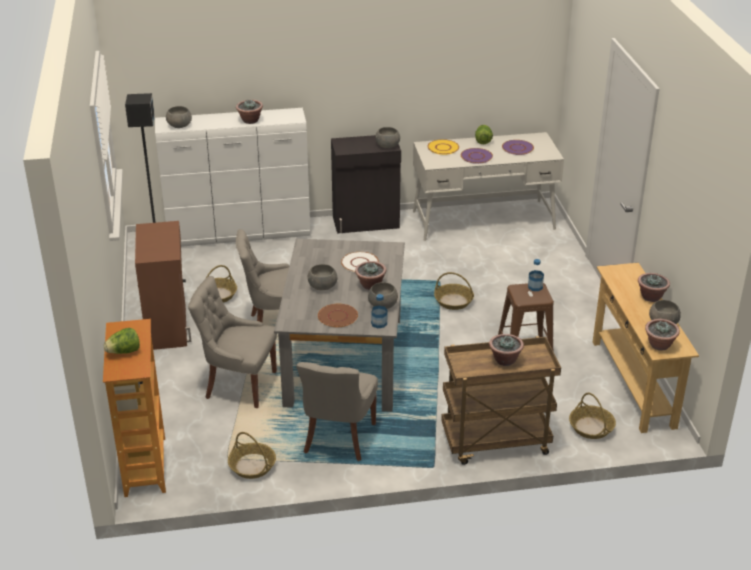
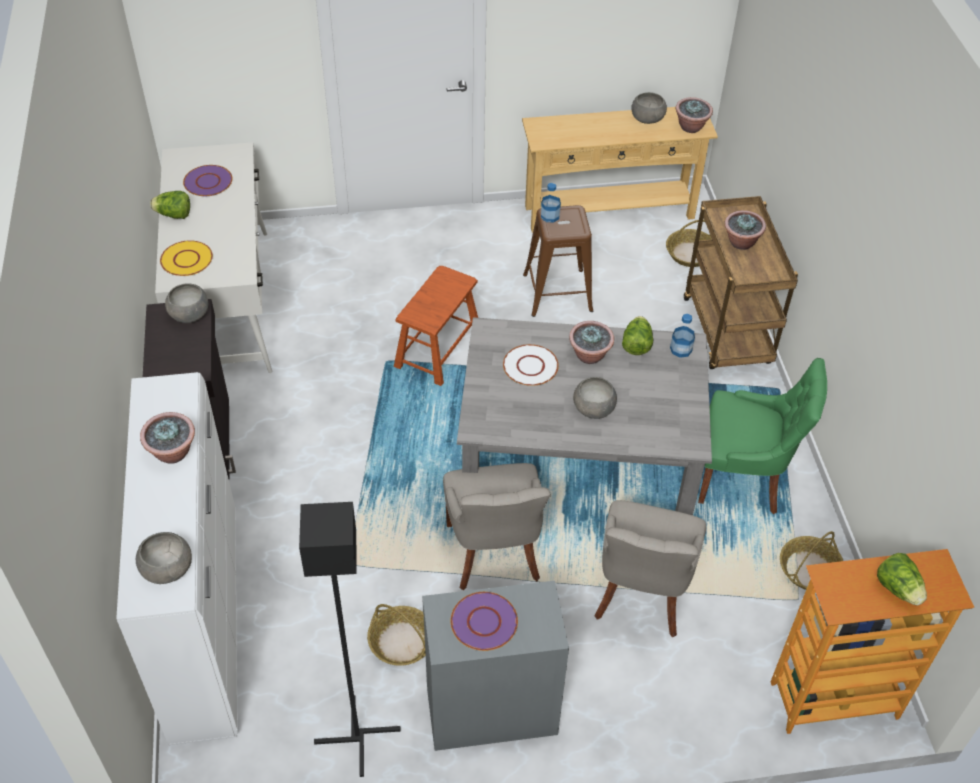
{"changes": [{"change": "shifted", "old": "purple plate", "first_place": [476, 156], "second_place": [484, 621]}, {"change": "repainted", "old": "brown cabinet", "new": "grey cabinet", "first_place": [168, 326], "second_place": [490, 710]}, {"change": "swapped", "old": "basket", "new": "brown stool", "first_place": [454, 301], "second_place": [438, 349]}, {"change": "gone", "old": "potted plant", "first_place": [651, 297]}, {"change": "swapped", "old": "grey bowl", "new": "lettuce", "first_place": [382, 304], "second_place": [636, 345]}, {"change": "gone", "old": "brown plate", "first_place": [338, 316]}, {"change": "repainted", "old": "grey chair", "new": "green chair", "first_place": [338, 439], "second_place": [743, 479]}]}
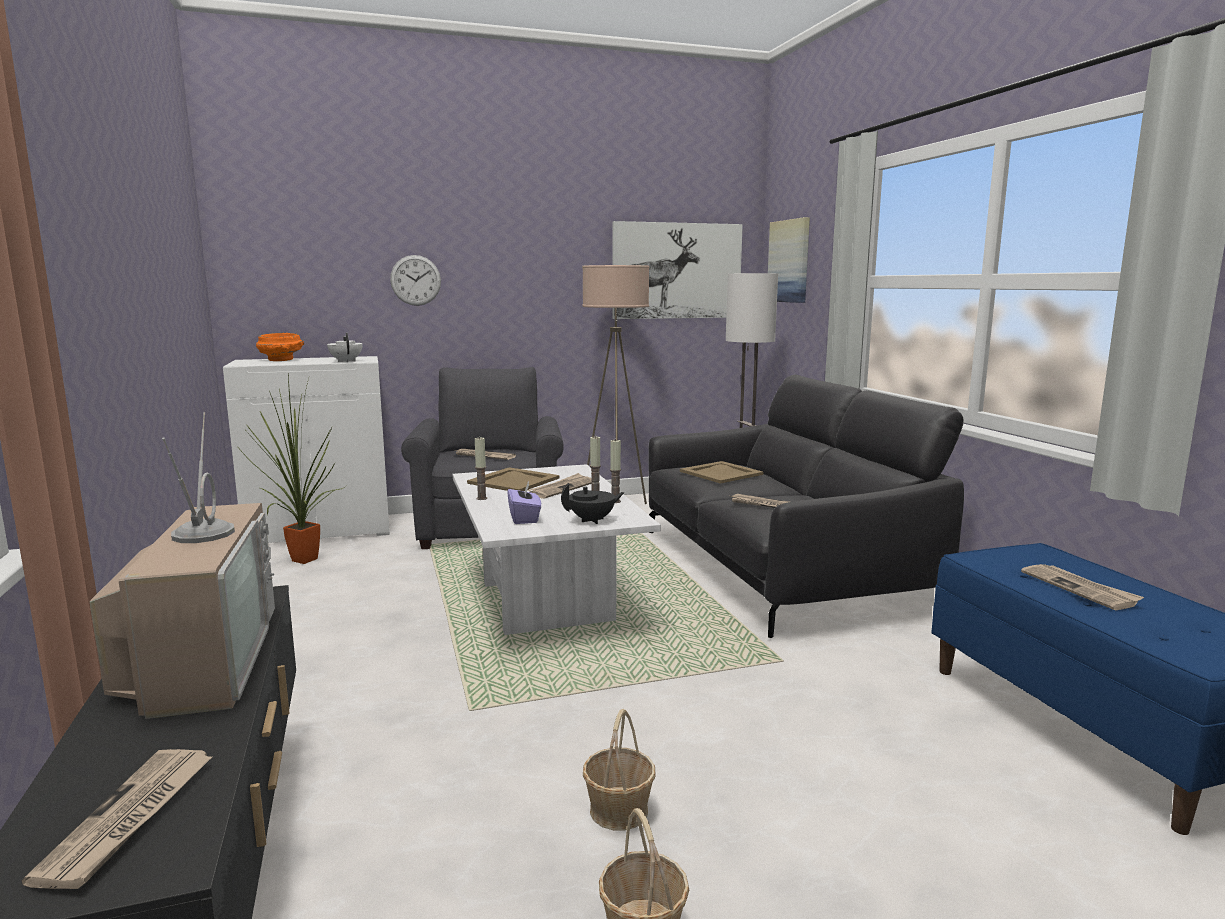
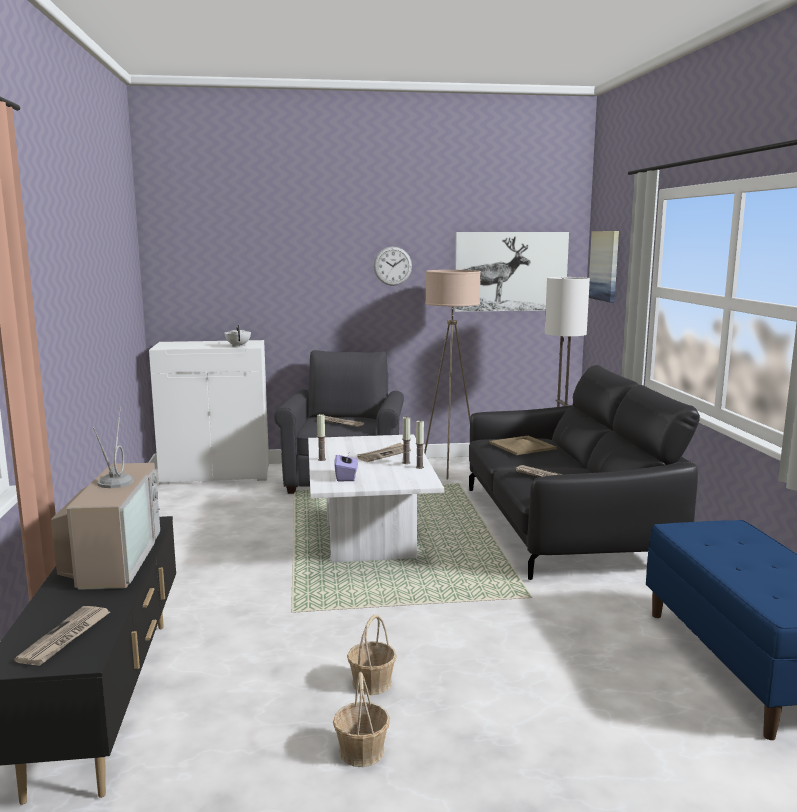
{"changes": [{"change": "shifted", "old": "wall clock", "first_place": [415, 280], "second_place": [392, 266]}, {"change": "gone", "old": "orange bowl", "first_place": [281, 360]}, {"change": "gone", "old": "potted plant", "first_place": [300, 561]}, {"change": "gone", "old": "beige tray", "first_place": [514, 481]}, {"change": "gone", "old": "black teapot", "first_place": [593, 520]}, {"change": "gone", "old": "newspaper", "first_place": [1080, 589]}]}
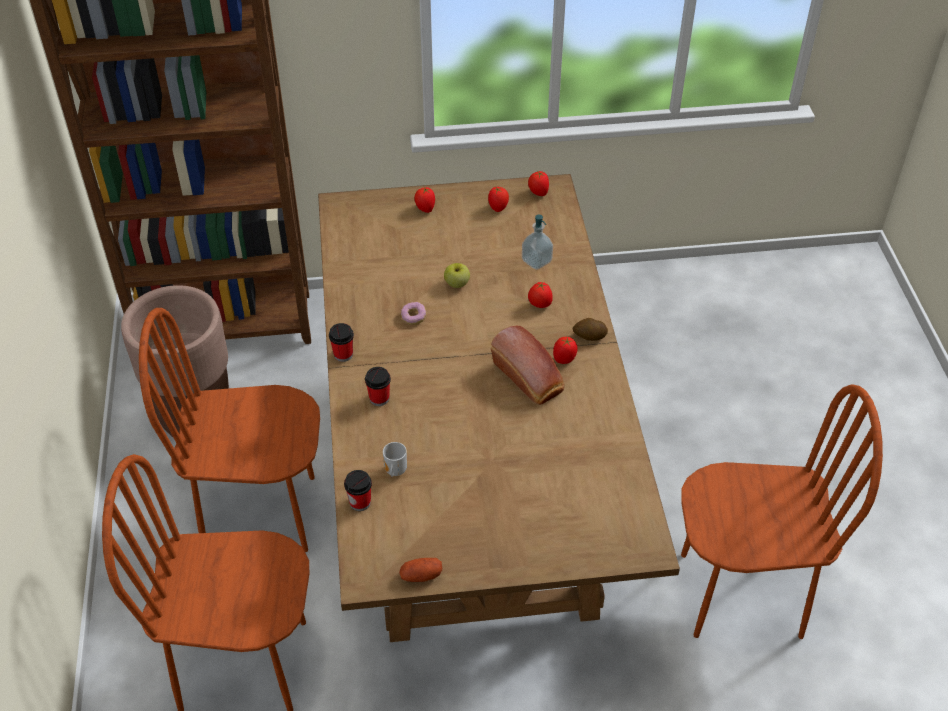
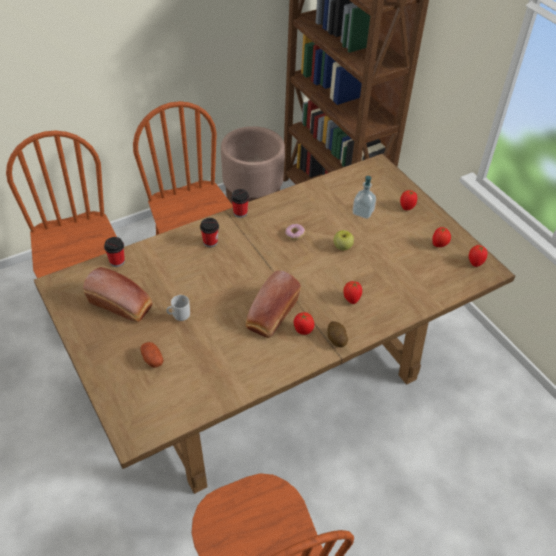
{"changes": [{"change": "shifted", "old": "soap dispenser", "first_place": [536, 261], "second_place": [363, 212]}, {"change": "shifted", "old": "mug", "first_place": [394, 471], "second_place": [180, 316]}, {"change": "shifted", "old": "potato", "first_place": [421, 575], "second_place": [152, 359]}, {"change": "new", "new": "bread", "second_place": [122, 305]}]}
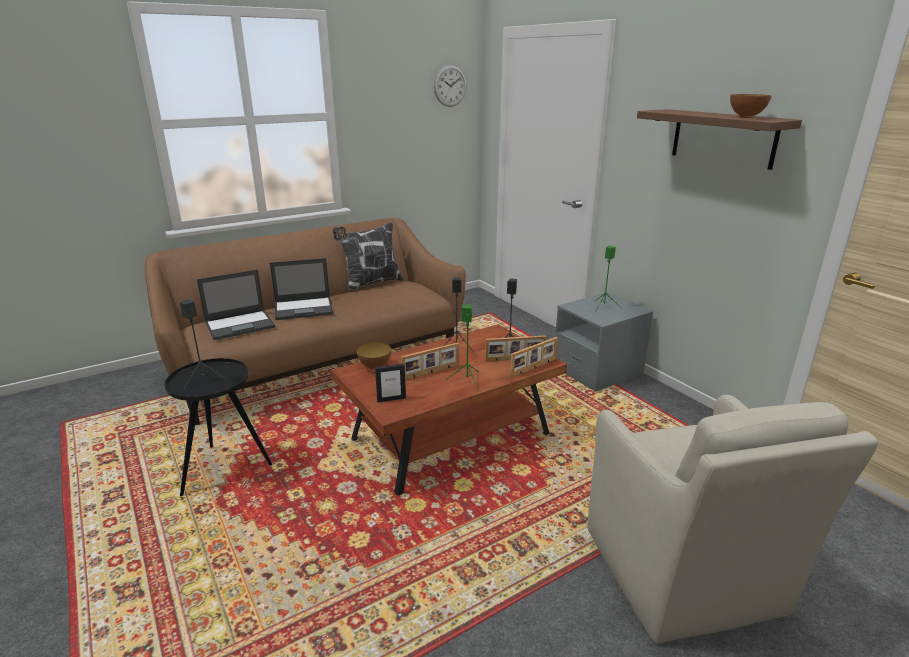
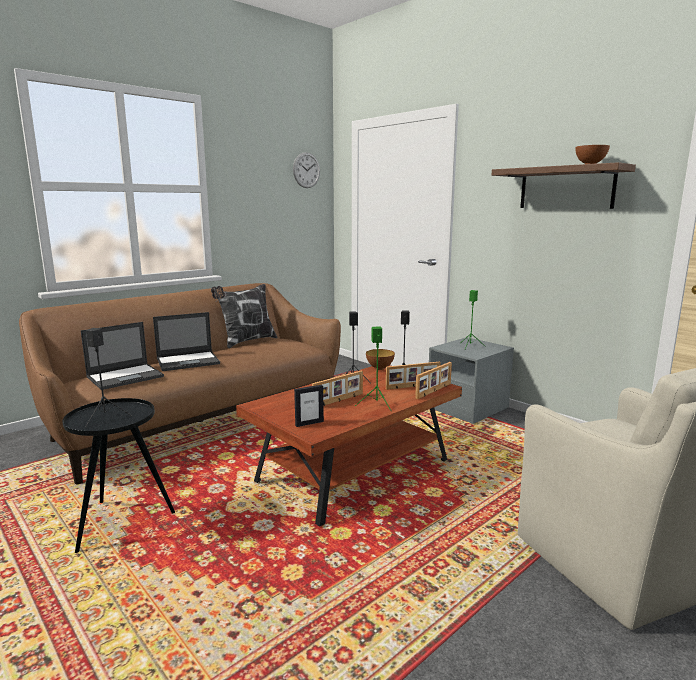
{"changes": [{"change": "shifted", "old": "bowl", "first_place": [375, 367], "second_place": [380, 368]}]}
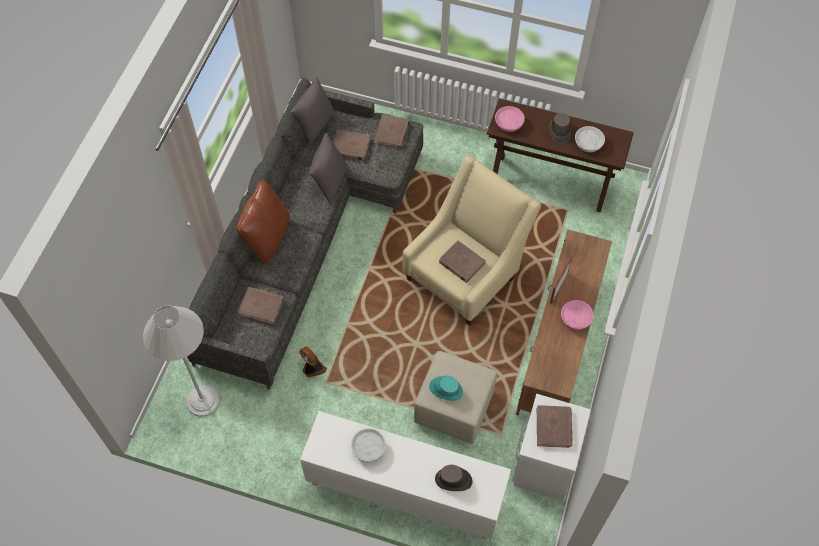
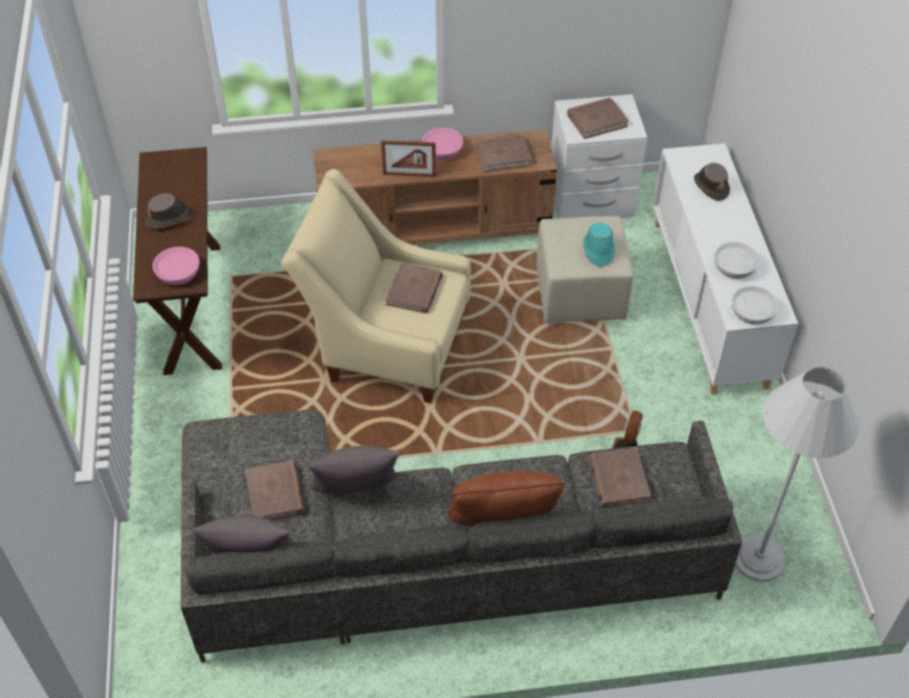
{"changes": [{"change": "shifted", "old": "brown book", "first_place": [392, 133], "second_place": [503, 155]}, {"change": "shifted", "old": "white bowl", "first_place": [588, 143], "second_place": [752, 312]}]}
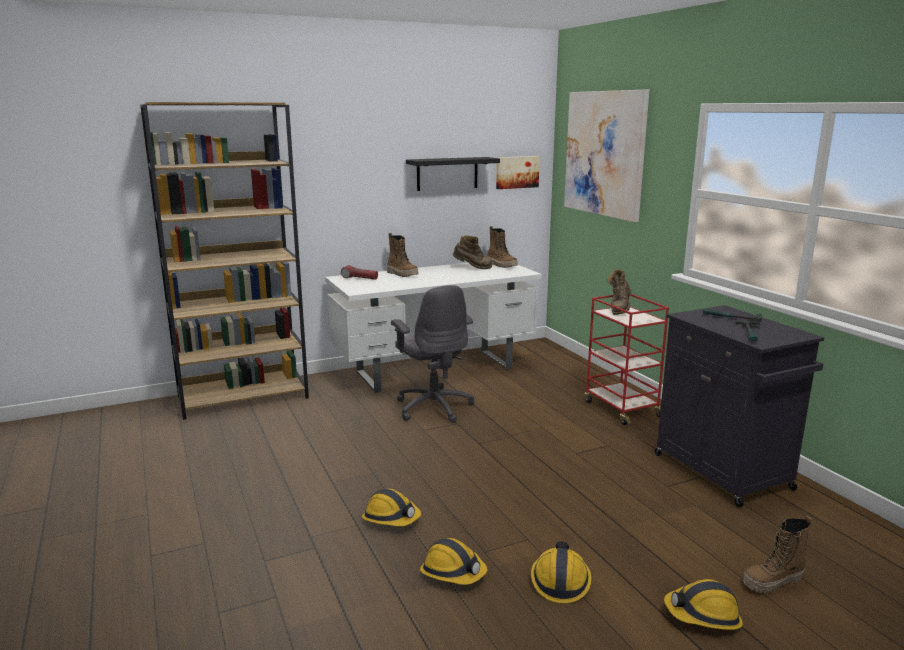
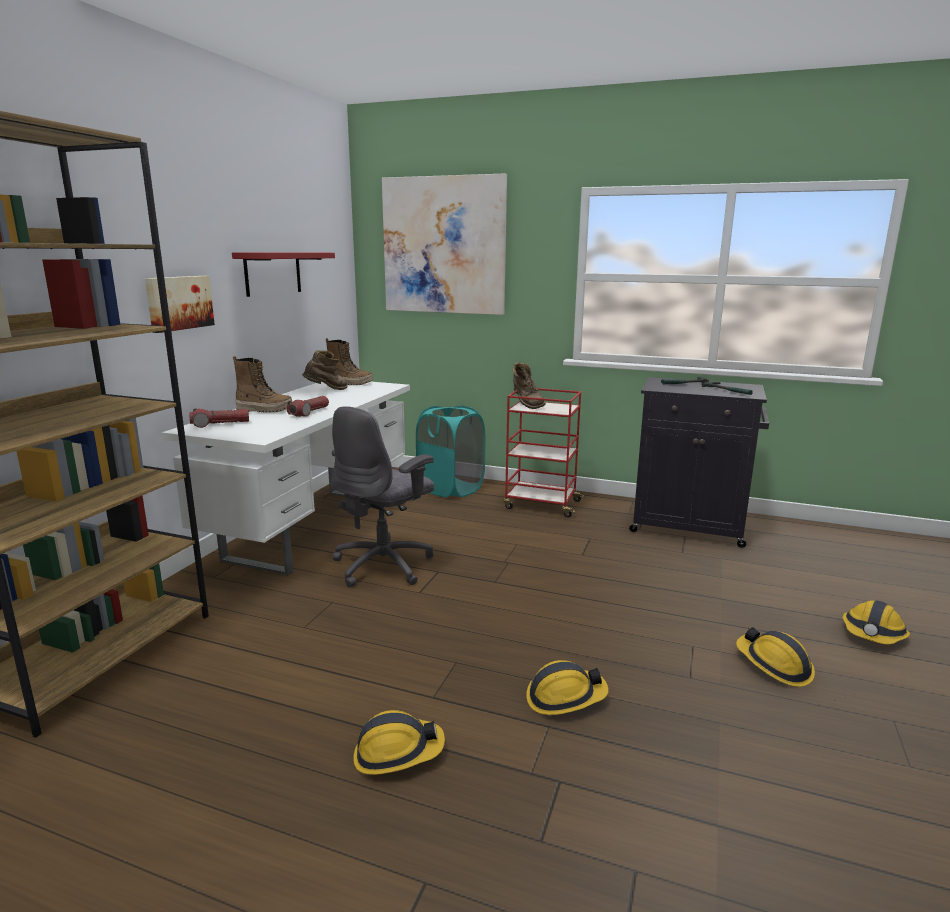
{"changes": [{"change": "shifted", "old": "picture", "first_place": [516, 172], "second_place": [179, 303]}, {"change": "repainted", "old": "black shelf", "new": "red shelf", "first_place": [447, 173], "second_place": [273, 273]}, {"change": "rotated", "old": "grey office chair", "first_place": [434, 407], "second_place": [384, 565], "degrees": 105}, {"change": "gone", "old": "boot", "first_place": [772, 582]}, {"change": "shifted", "old": "hard hat", "first_place": [453, 572], "second_place": [397, 753]}, {"change": "new", "new": "flashlight", "second_place": [309, 412]}, {"change": "new", "new": "turquoise laundry basket", "second_place": [451, 489]}]}
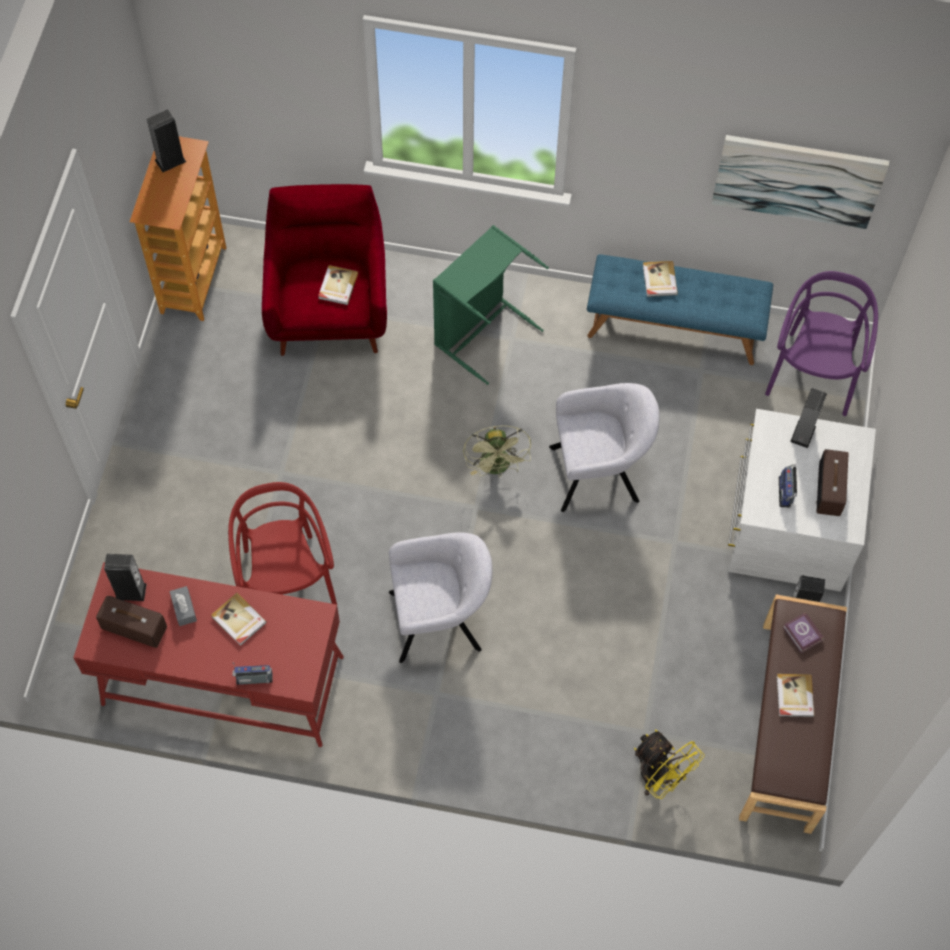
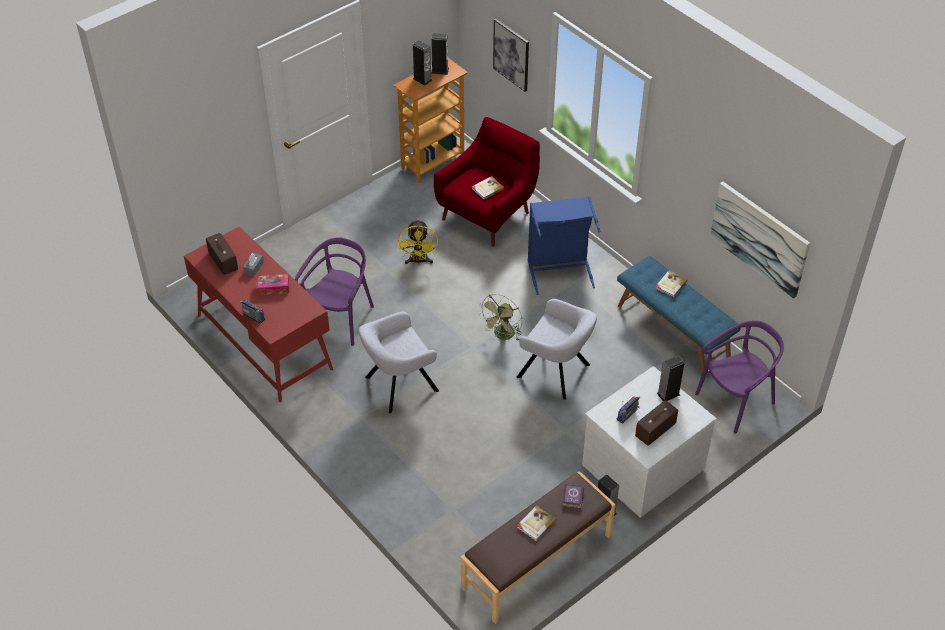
{"changes": [{"change": "repainted", "old": "green laundry basket", "new": "blue laundry basket", "first_place": [480, 331], "second_place": [559, 269]}, {"change": "repainted", "old": "red chair", "new": "purple chair", "first_place": [286, 581], "second_place": [340, 319]}, {"change": "rotated", "old": "grey armchair", "first_place": [439, 620], "second_place": [398, 385], "degrees": 120}, {"change": "shifted", "old": "speaker", "first_place": [130, 591], "second_place": [422, 79]}, {"change": "swapped", "old": "book", "new": "tissue box", "first_place": [238, 620], "second_place": [273, 288]}, {"change": "shifted", "old": "yellow fan", "first_place": [659, 777], "second_place": [418, 261]}, {"change": "new", "new": "picture", "second_place": [511, 54]}]}
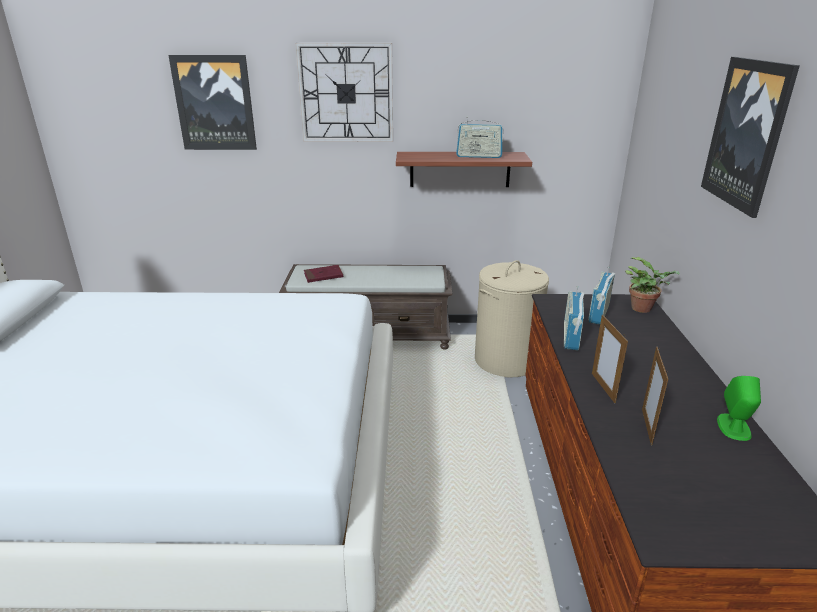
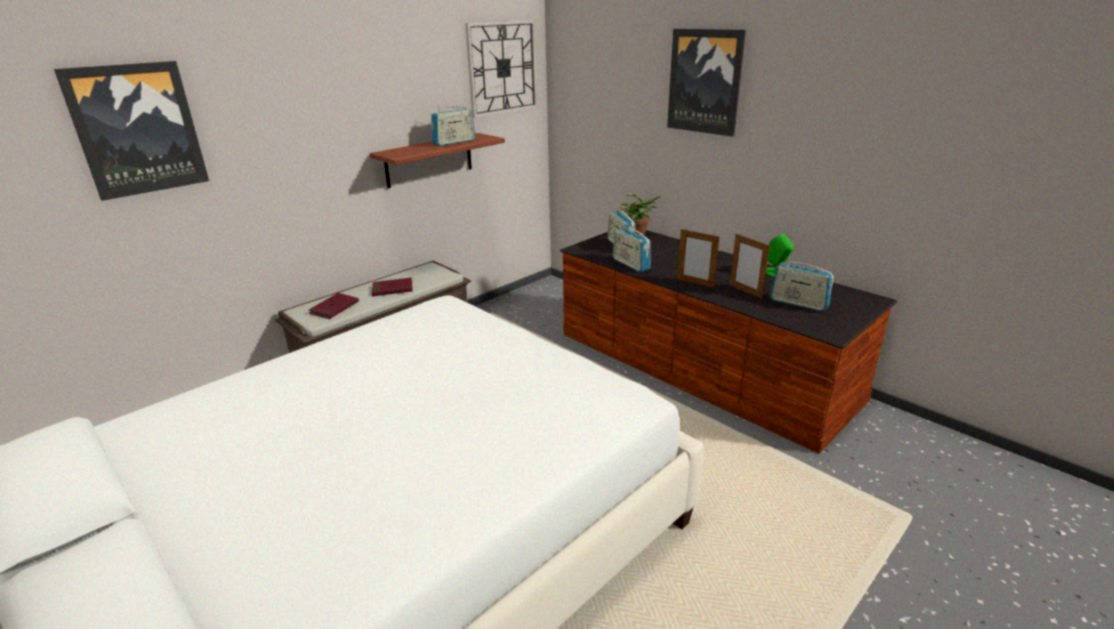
{"changes": [{"change": "shifted", "old": "wall clock", "first_place": [346, 93], "second_place": [502, 68]}, {"change": "gone", "old": "beige laundry basket", "first_place": [506, 360]}, {"change": "new", "new": "radio", "second_place": [798, 303]}, {"change": "new", "new": "red book", "second_place": [392, 289]}]}
